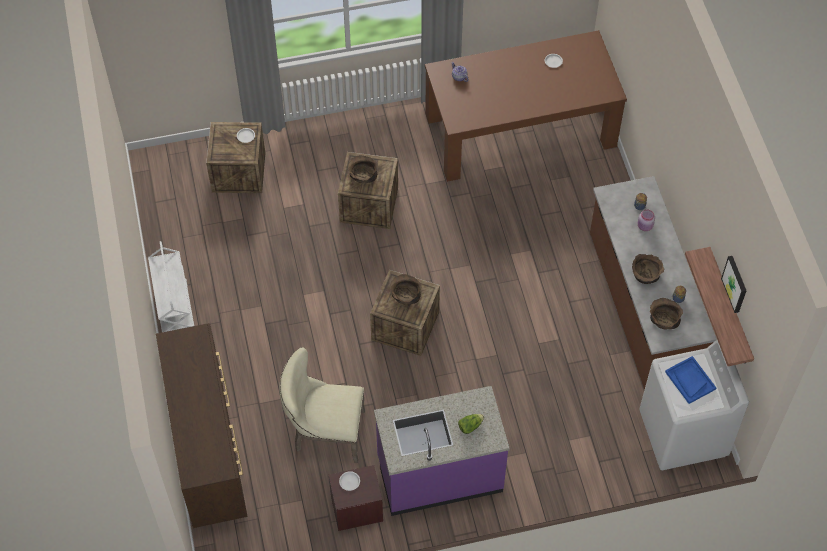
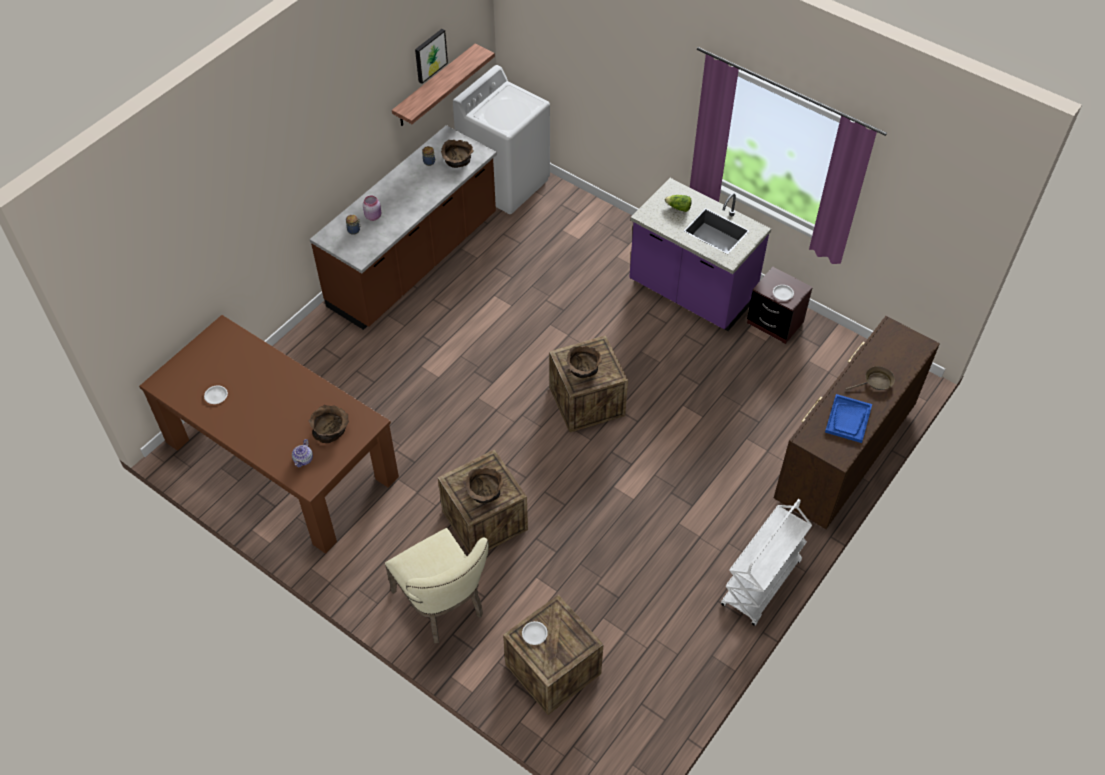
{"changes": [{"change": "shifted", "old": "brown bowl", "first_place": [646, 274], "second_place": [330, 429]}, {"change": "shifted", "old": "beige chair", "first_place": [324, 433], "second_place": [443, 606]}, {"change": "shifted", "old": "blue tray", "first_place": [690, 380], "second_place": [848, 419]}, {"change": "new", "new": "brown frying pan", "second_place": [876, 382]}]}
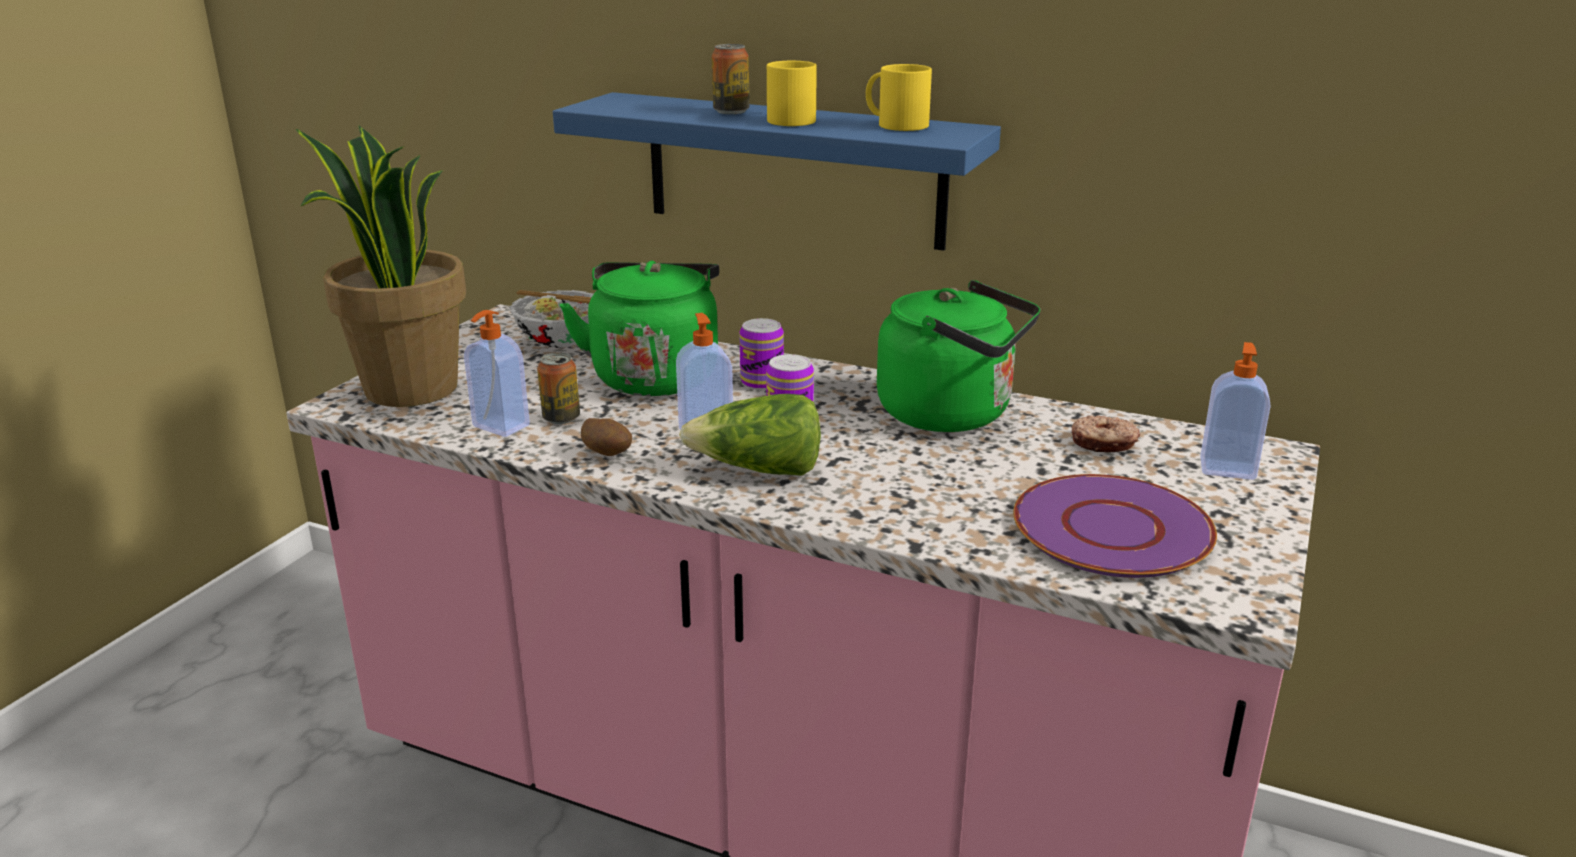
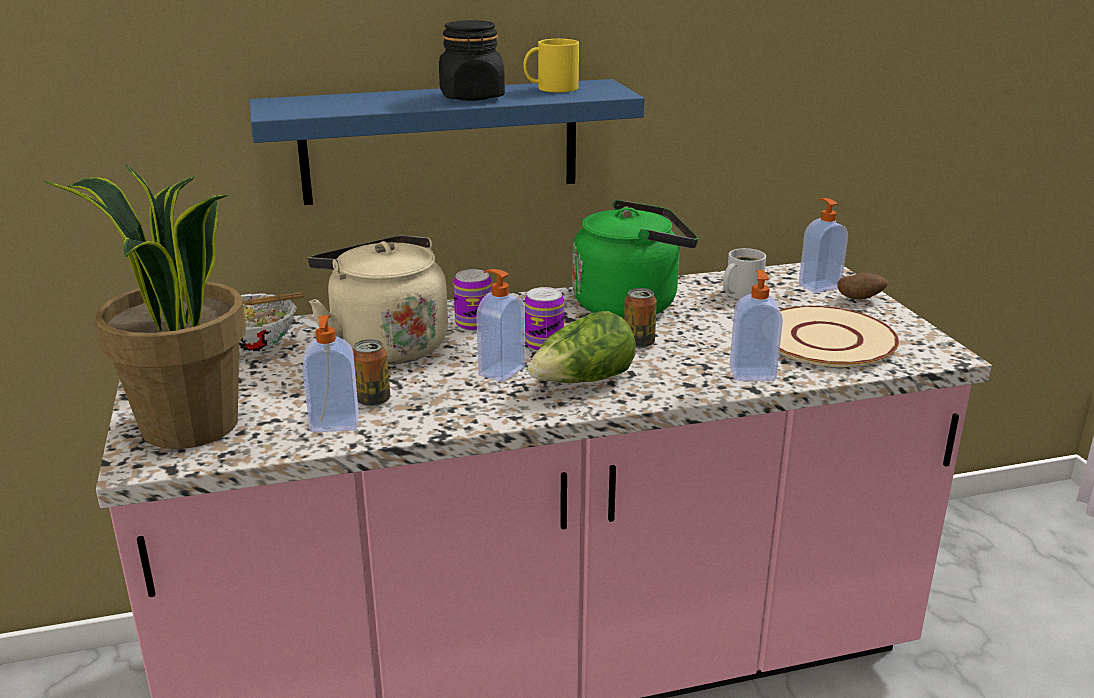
{"changes": [{"change": "shifted", "old": "can", "first_place": [731, 111], "second_place": [638, 343]}, {"change": "swapped", "old": "yellow mug", "new": "black jar", "first_place": [792, 120], "second_place": [472, 97]}, {"change": "repainted", "old": "green kettle", "new": "beige kettle", "first_place": [655, 375], "second_place": [385, 345]}, {"change": "swapped", "old": "donut", "new": "white mug", "first_place": [1103, 444], "second_place": [740, 293]}, {"change": "shifted", "old": "potato", "first_place": [607, 454], "second_place": [860, 299]}, {"change": "repainted", "old": "purple plate", "new": "beige plate", "first_place": [1112, 529], "second_place": [827, 339]}, {"change": "new", "new": "soap dispenser", "second_place": [752, 373]}]}
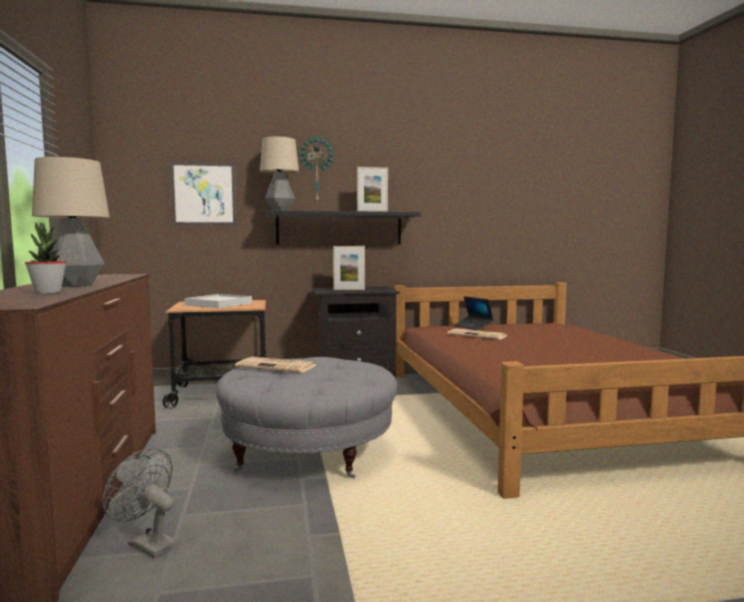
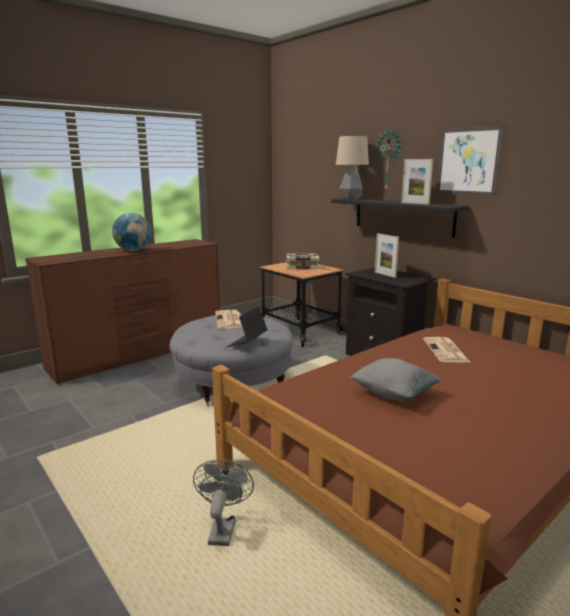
{"changes": [{"change": "swapped", "old": "table lamp", "new": "globe", "first_place": [76, 285], "second_place": [133, 250]}, {"change": "shifted", "old": "picture", "first_place": [203, 194], "second_place": [468, 161]}, {"change": "gone", "old": "potted plant", "first_place": [48, 292]}, {"change": "swapped", "old": "white tray", "new": "book", "first_place": [219, 304], "second_place": [302, 267]}, {"change": "shifted", "old": "laptop", "first_place": [473, 327], "second_place": [247, 342]}, {"change": "shifted", "old": "grey fan", "first_place": [147, 544], "second_place": [222, 528]}, {"change": "new", "new": "grey pillow", "second_place": [393, 394]}]}
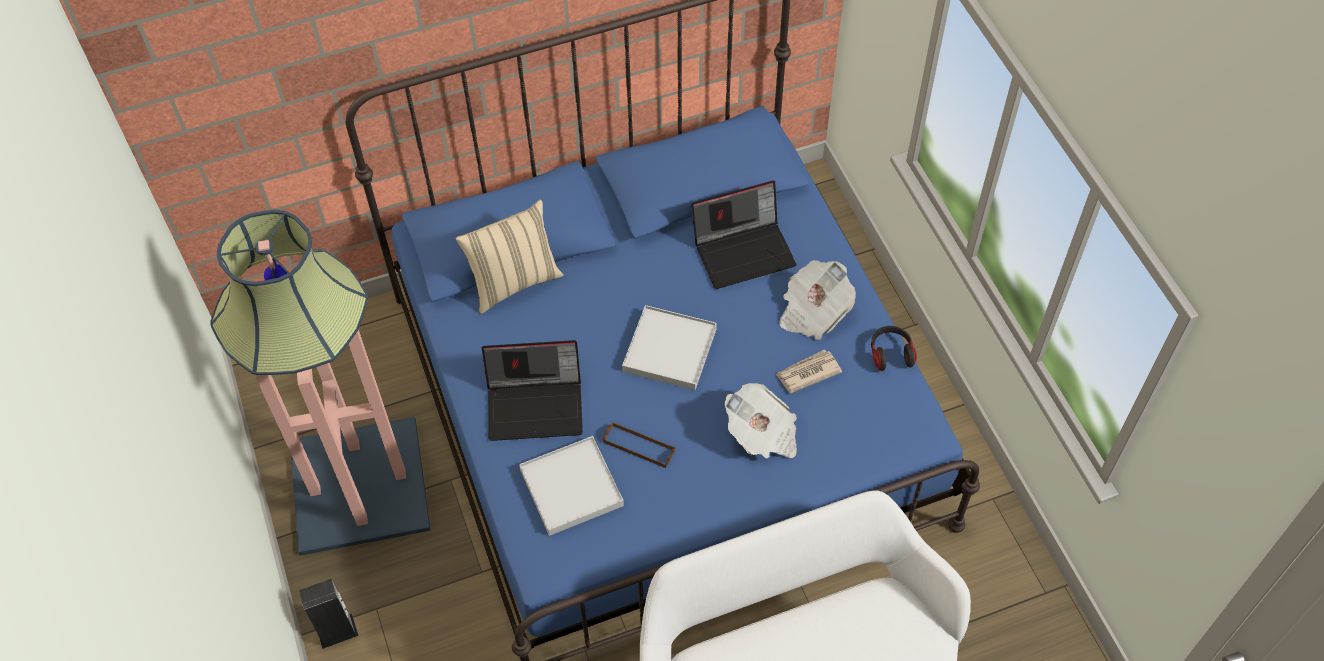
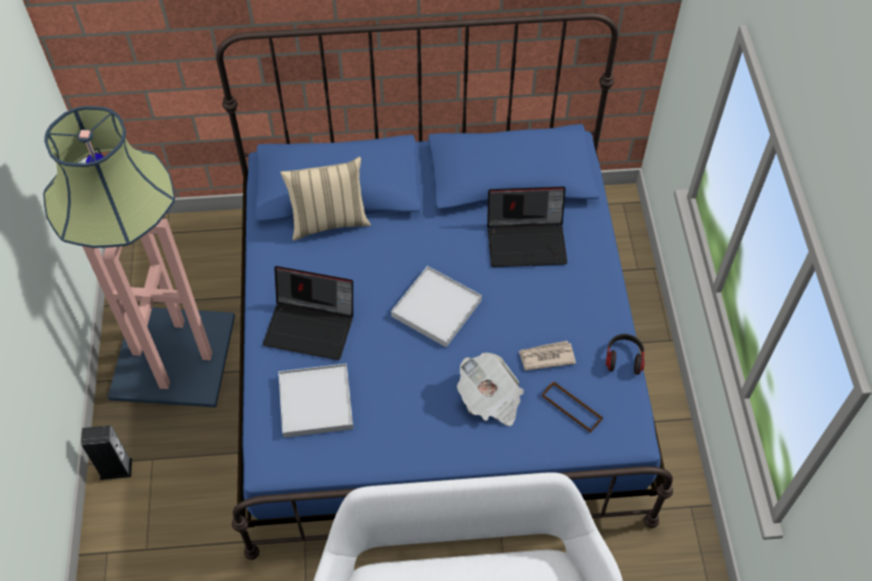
{"changes": [{"change": "gone", "old": "newspaper", "first_place": [813, 311]}, {"change": "shifted", "old": "brown tray", "first_place": [639, 446], "second_place": [571, 408]}]}
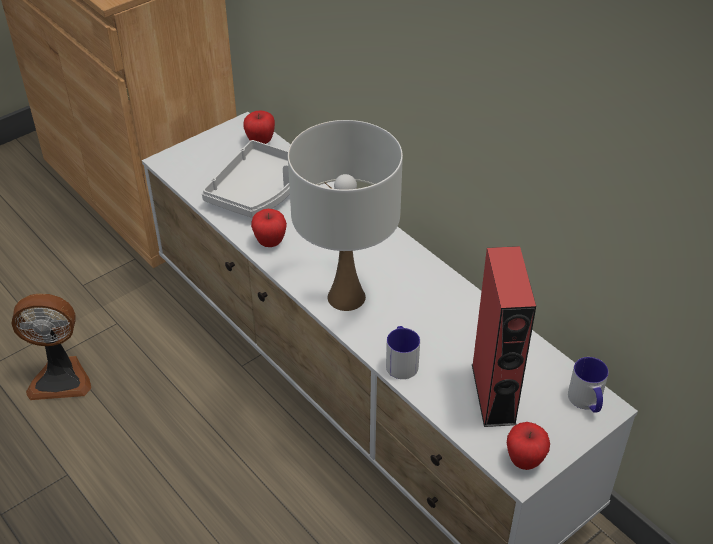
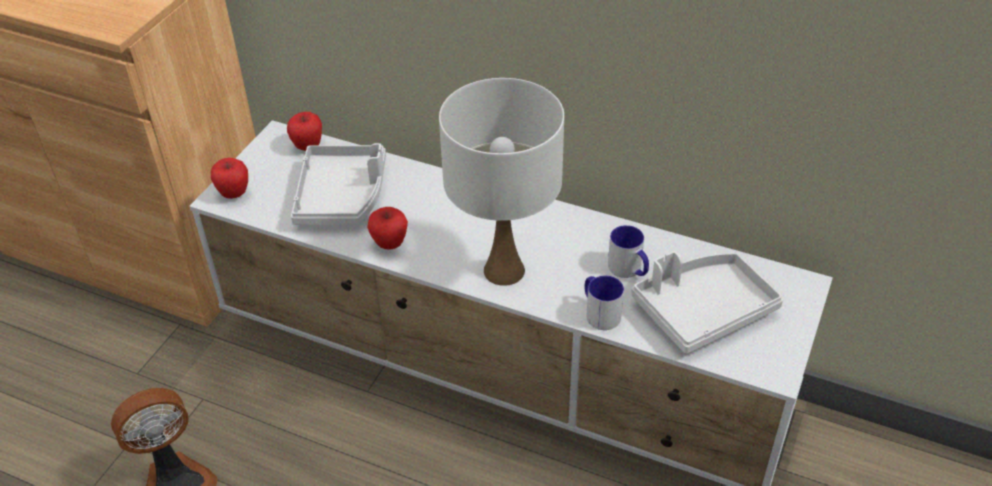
{"changes": [{"change": "swapped", "old": "red speaker", "new": "grey tray", "first_place": [493, 394], "second_place": [702, 310]}, {"change": "shifted", "old": "mug", "first_place": [587, 401], "second_place": [629, 270]}, {"change": "shifted", "old": "apple", "first_place": [524, 460], "second_place": [234, 193]}]}
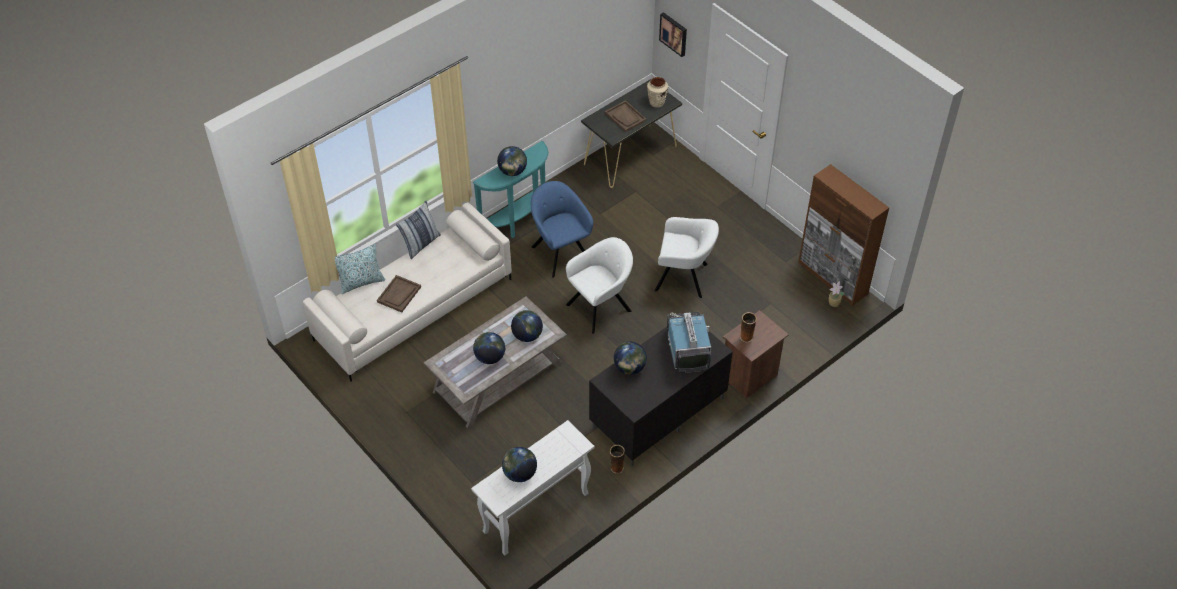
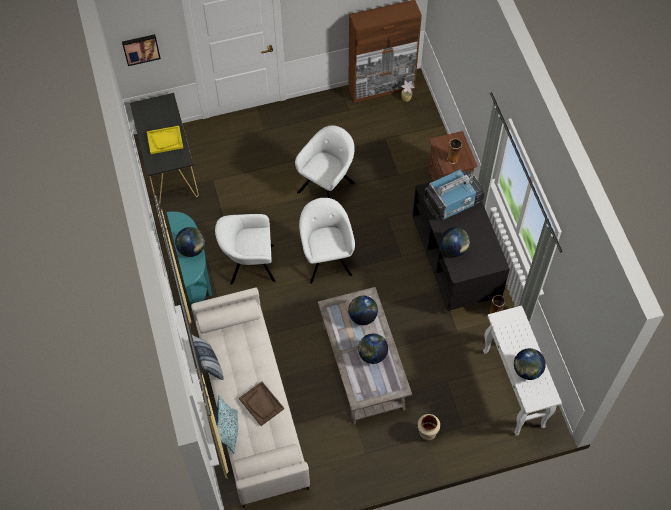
{"changes": [{"change": "shifted", "old": "beige vase", "first_place": [656, 102], "second_place": [427, 433]}, {"change": "repainted", "old": "brown tray", "new": "yellow tray", "first_place": [625, 117], "second_place": [165, 140]}, {"change": "repainted", "old": "blue armchair", "new": "white armchair", "first_place": [560, 252], "second_place": [249, 264]}, {"change": "rotated", "old": "television", "first_place": [687, 349], "second_place": [453, 201], "degrees": 135}]}
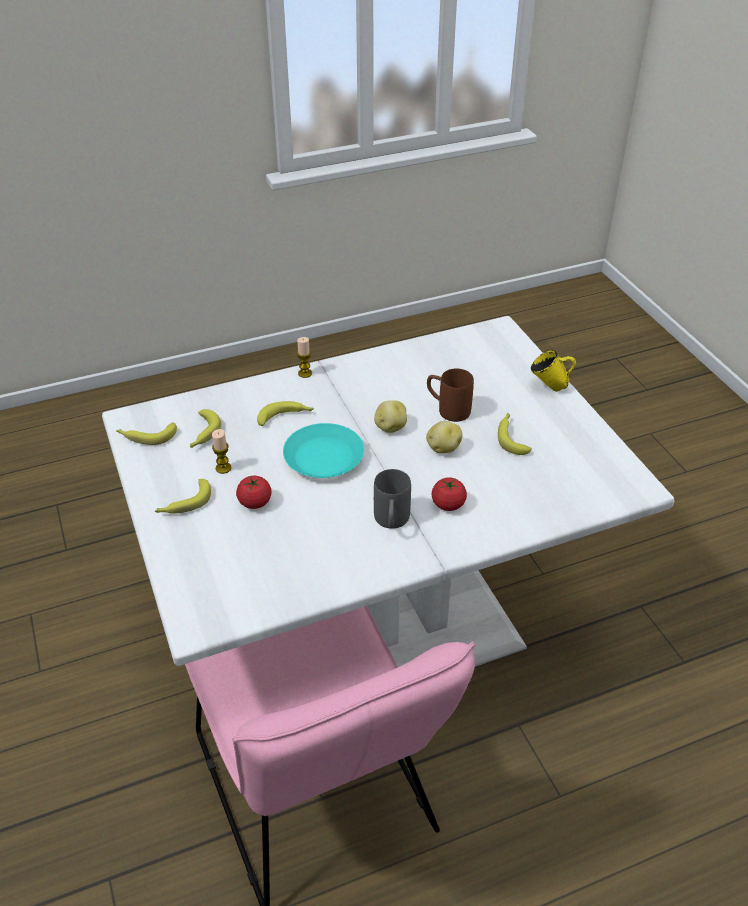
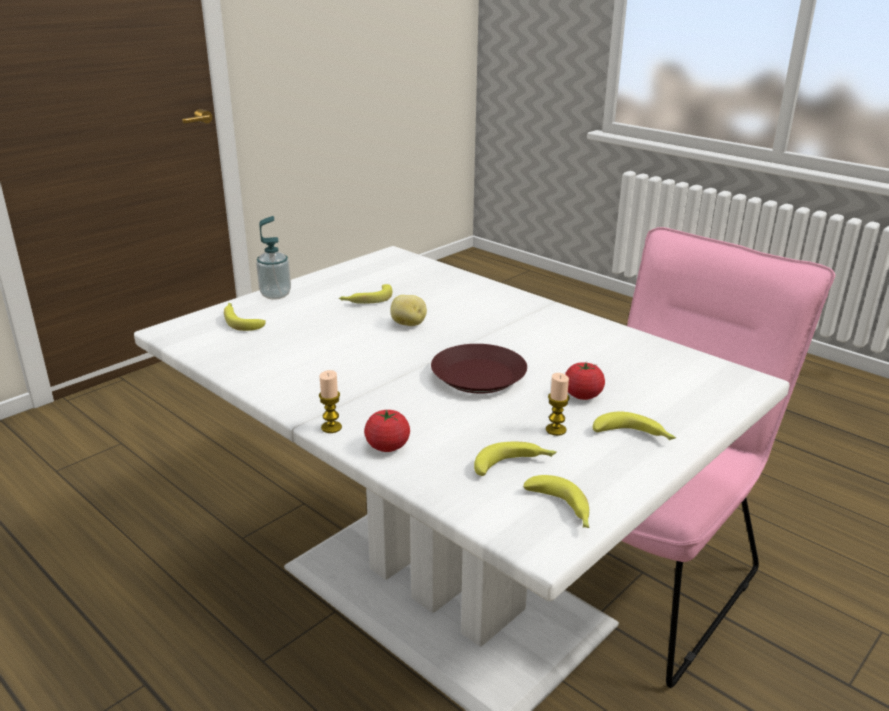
{"changes": [{"change": "swapped", "old": "yellow mug", "new": "soap dispenser", "first_place": [549, 388], "second_place": [275, 295]}, {"change": "gone", "old": "brown mug", "first_place": [447, 409]}, {"change": "gone", "old": "potato", "first_place": [390, 427]}, {"change": "shifted", "old": "banana", "first_place": [286, 417], "second_place": [241, 321]}, {"change": "repainted", "old": "turquoise plate", "new": "brown plate", "first_place": [324, 457], "second_place": [477, 376]}, {"change": "gone", "old": "grey mug", "first_place": [391, 522]}, {"change": "shifted", "old": "tomato", "first_place": [448, 504], "second_place": [387, 446]}]}
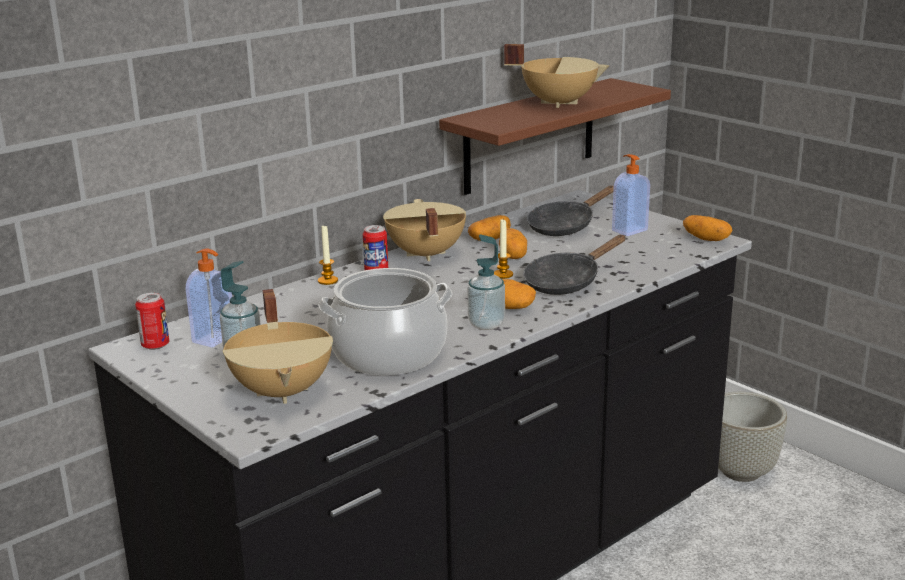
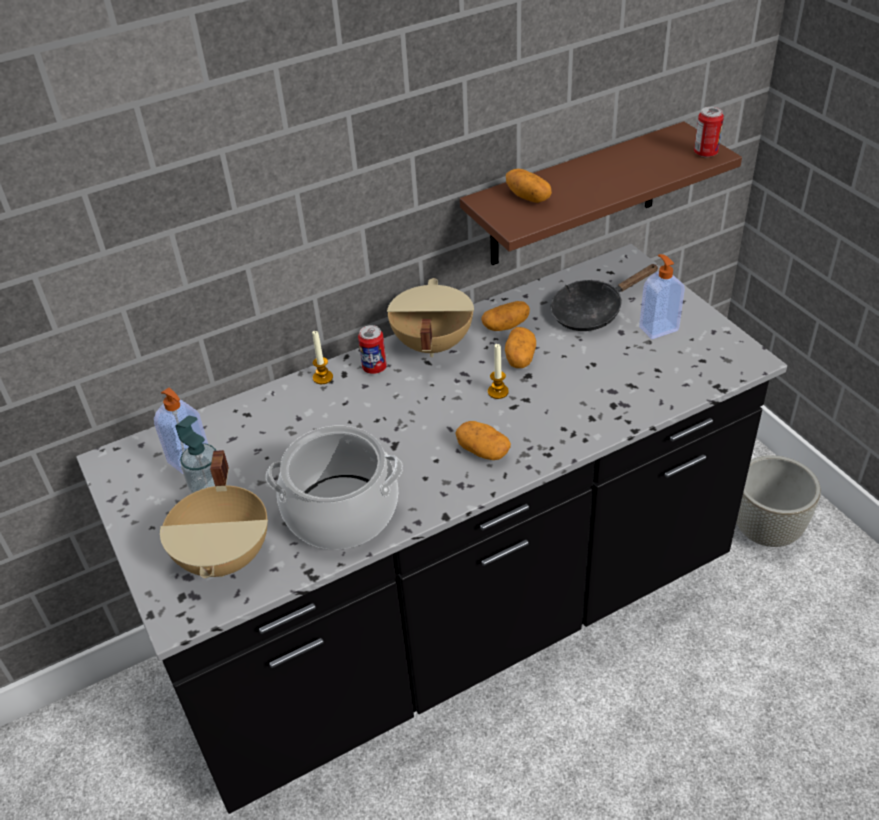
{"changes": [{"change": "gone", "old": "beige cooking pot", "first_place": [558, 103]}, {"change": "shifted", "old": "potato", "first_place": [706, 239], "second_place": [528, 197]}, {"change": "gone", "old": "soap dispenser", "first_place": [486, 324]}, {"change": "gone", "old": "black frying pan", "first_place": [567, 282]}, {"change": "shifted", "old": "can", "first_place": [155, 345], "second_place": [705, 153]}]}
